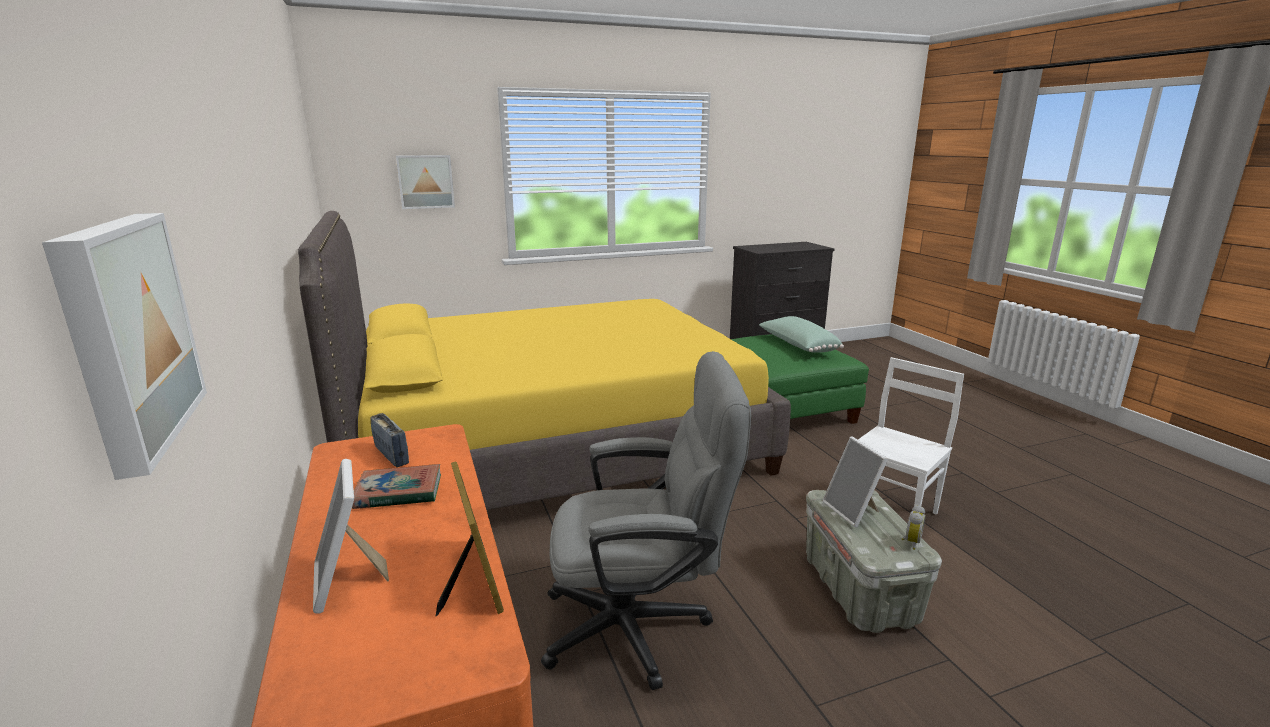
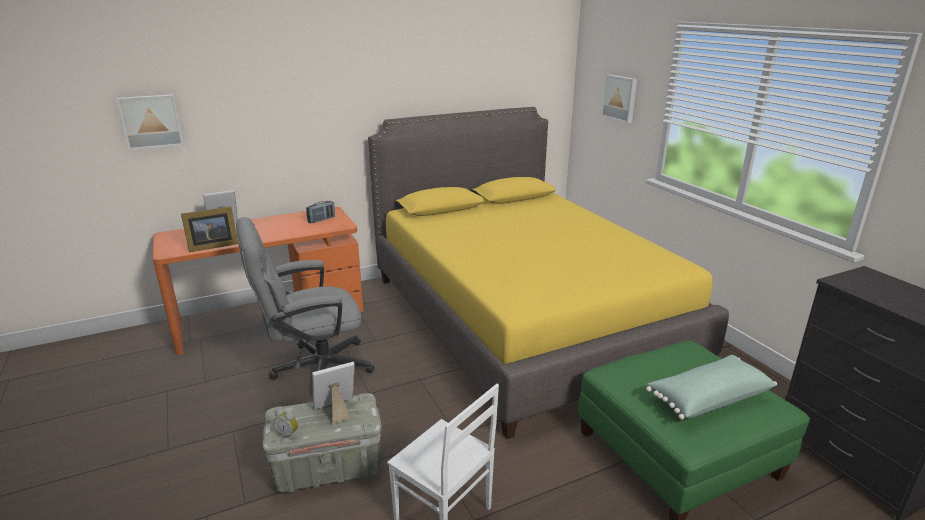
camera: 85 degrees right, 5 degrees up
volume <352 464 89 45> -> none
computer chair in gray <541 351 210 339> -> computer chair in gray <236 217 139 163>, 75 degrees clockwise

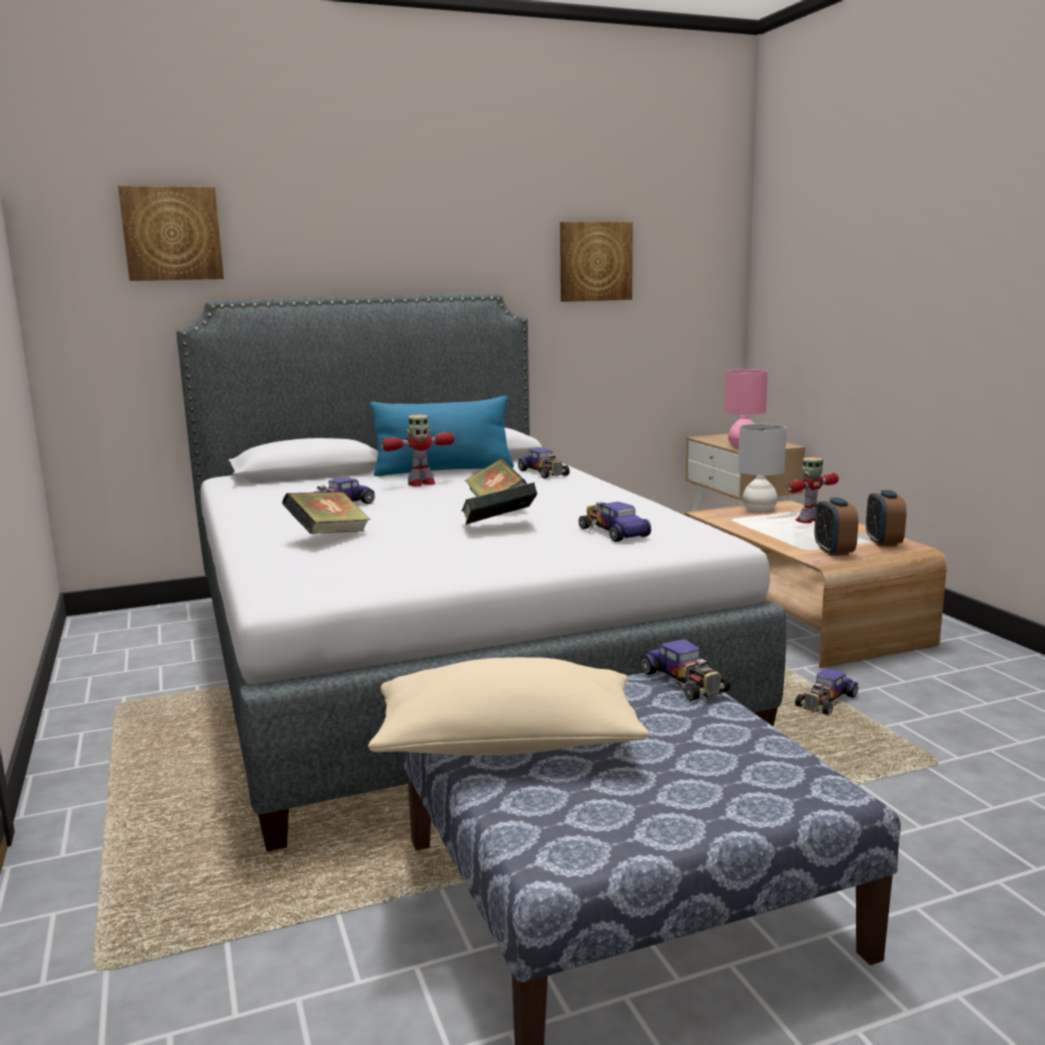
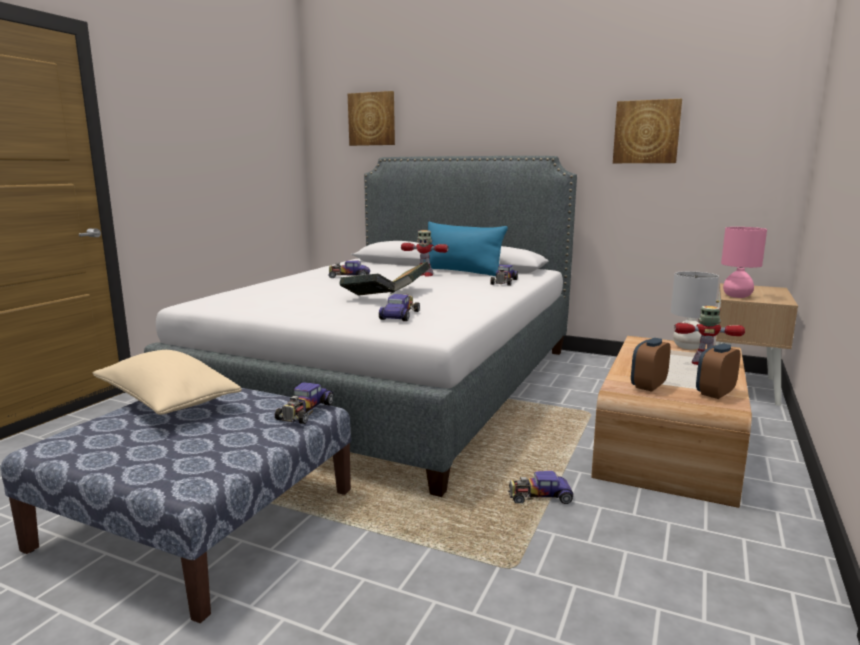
camera: 45 degrees right, 0 degrees up
volume <282 492 89 42> -> none

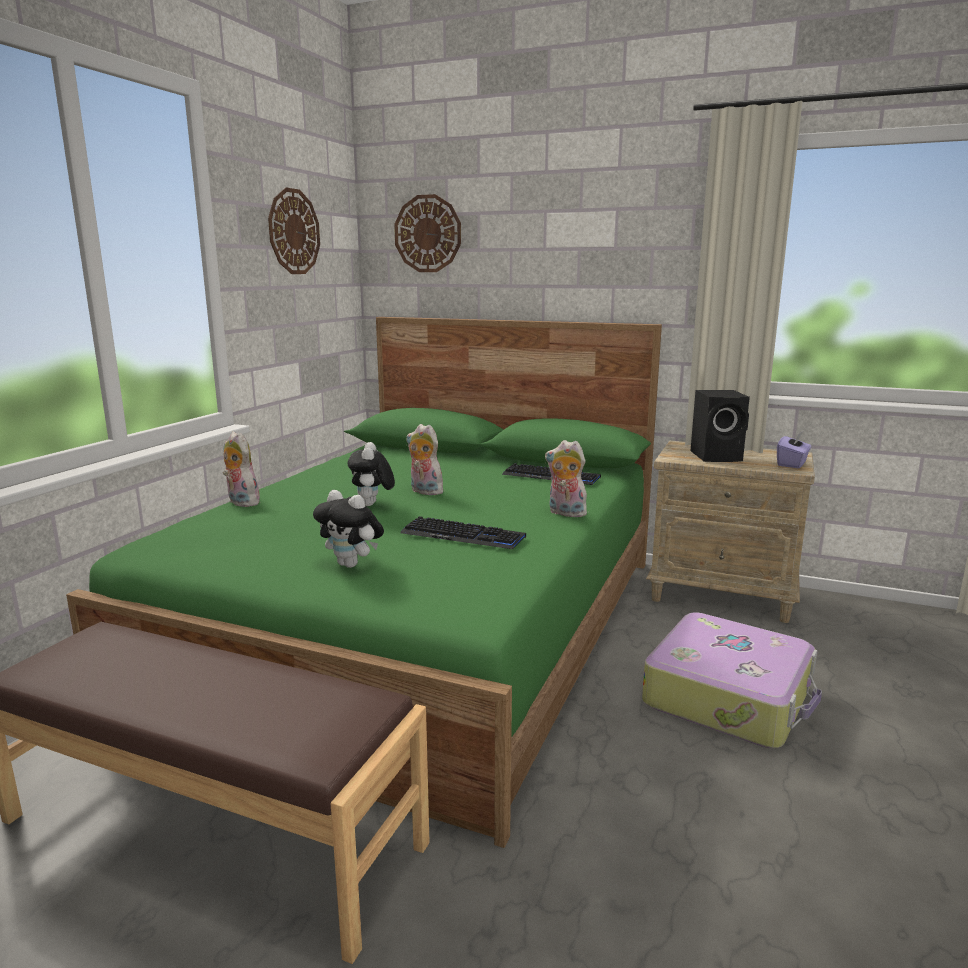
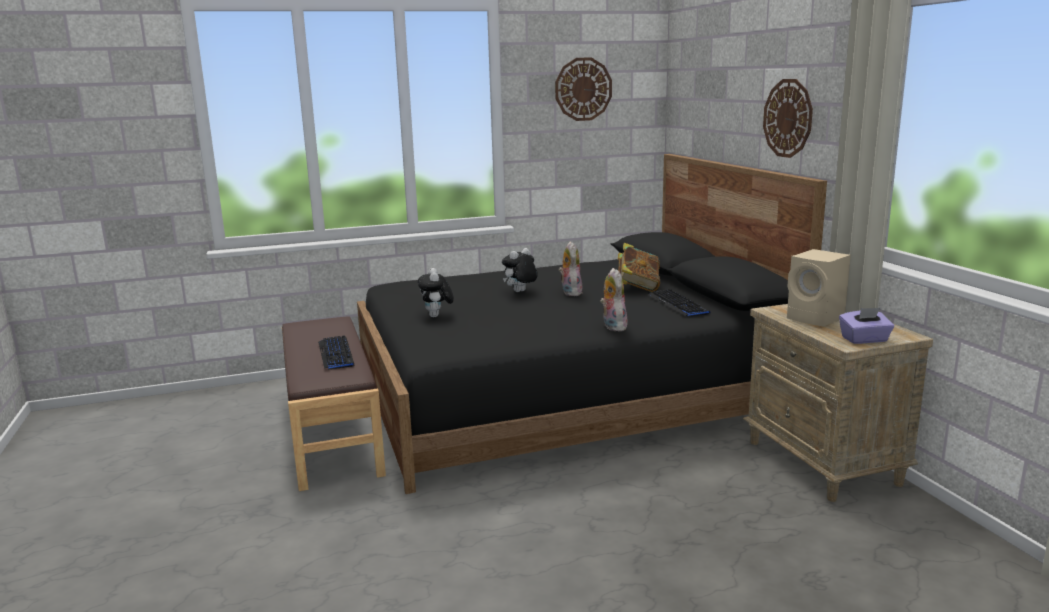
camera: 50 degrees right, 0 degrees up
plush toy <223 432 37 75> -> none
suitcase <642 612 180 136> -> none
none -> volume <618 243 42 49>
wall clock <394 194 67 78> -> wall clock <763 79 50 79>, relocated
keyboard <400 516 126 33> -> keyboard <318 335 37 35>, relocated
sleeping bed in green-coloured <66 317 596 531> -> sleeping bed in blackish <357 154 470 340>
audio speaker in blackish <690 390 60 72> -> audio speaker in sand-coloured <787 249 64 78>

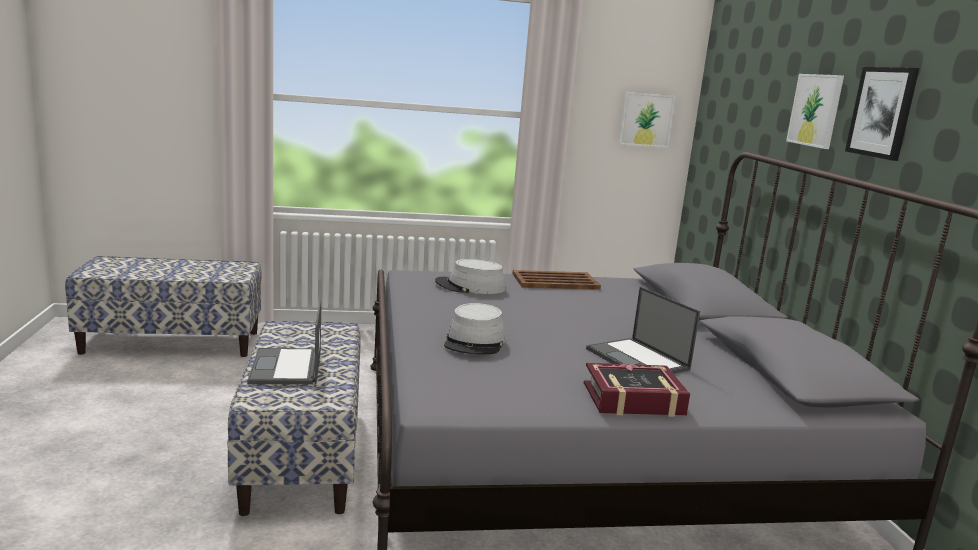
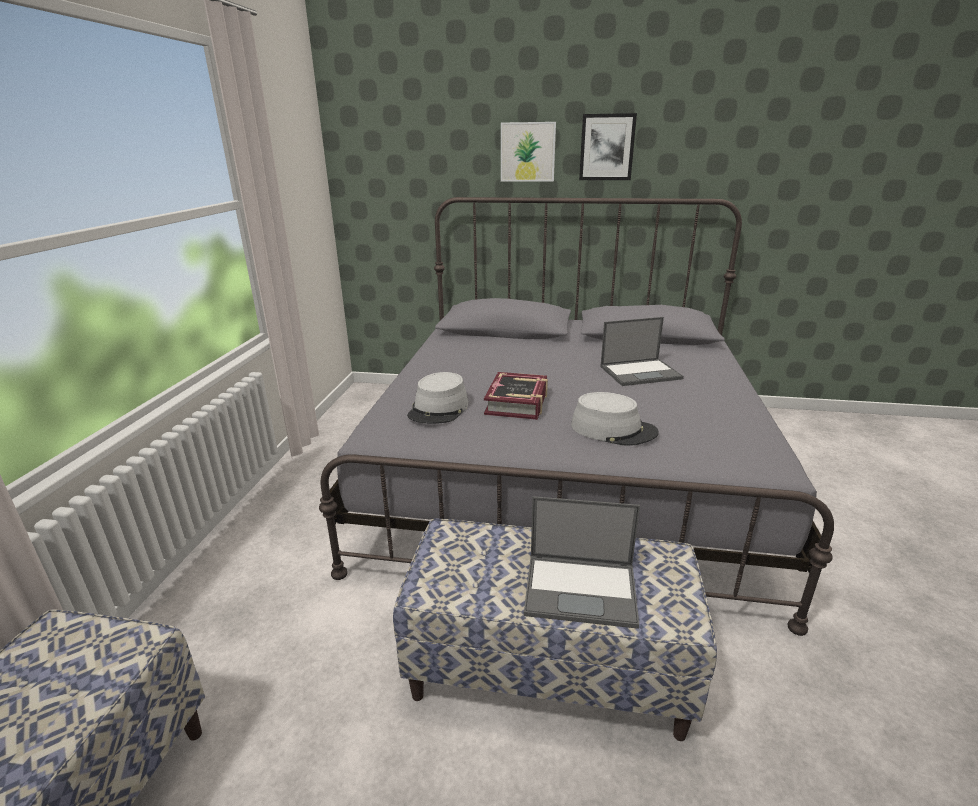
camera: 70 degrees left, 10 degrees up
serving tray in brown-coloured <512 270 89 20> -> none
picture <619 92 57 56> -> none
volume <584 363 106 54> -> volume <484 372 64 48>, relocated

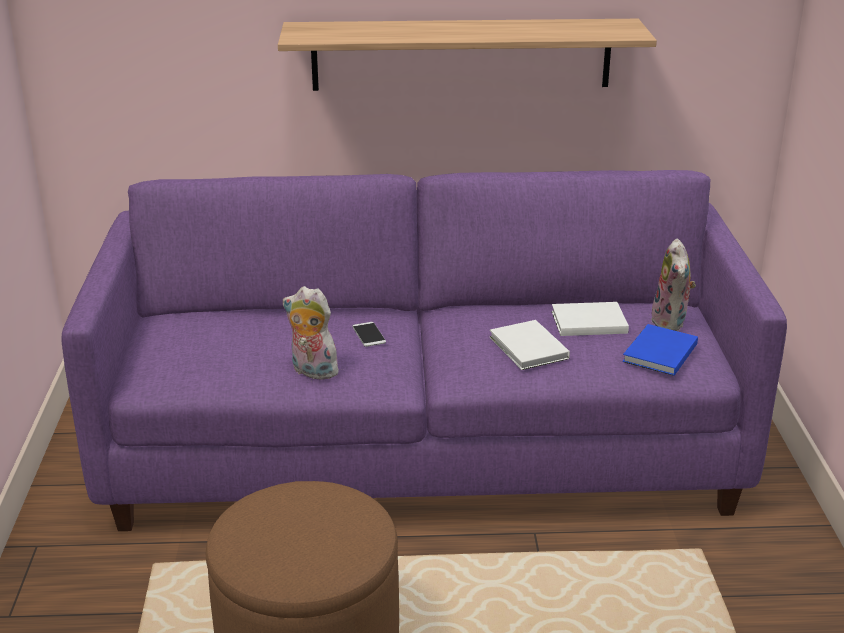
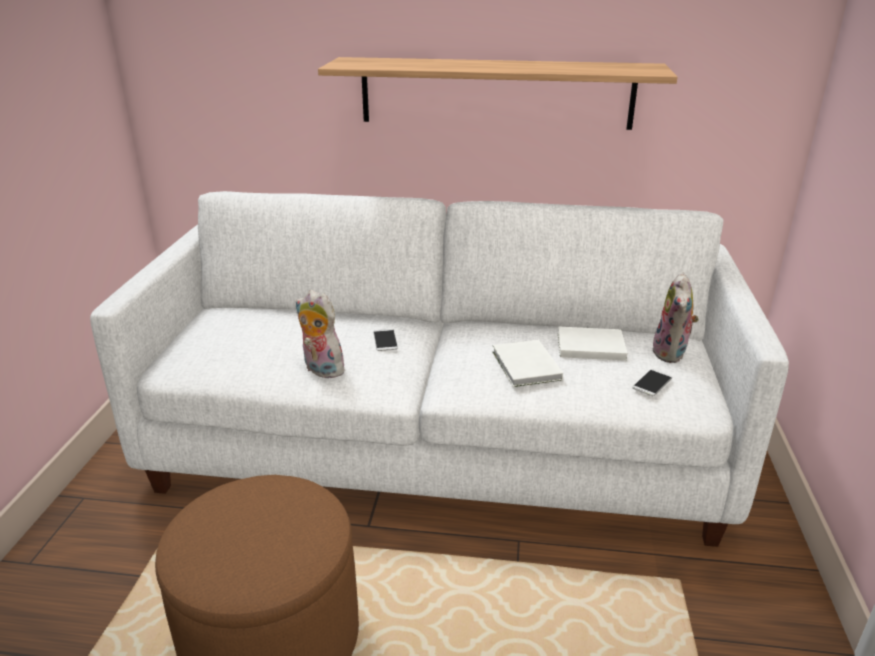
camera: 10 degrees right, 0 degrees up
volume in blue <622 324 76 52> -> handset <633 369 39 27>
settee in purplish <61 170 726 361> -> settee in whitish <90 191 699 356>

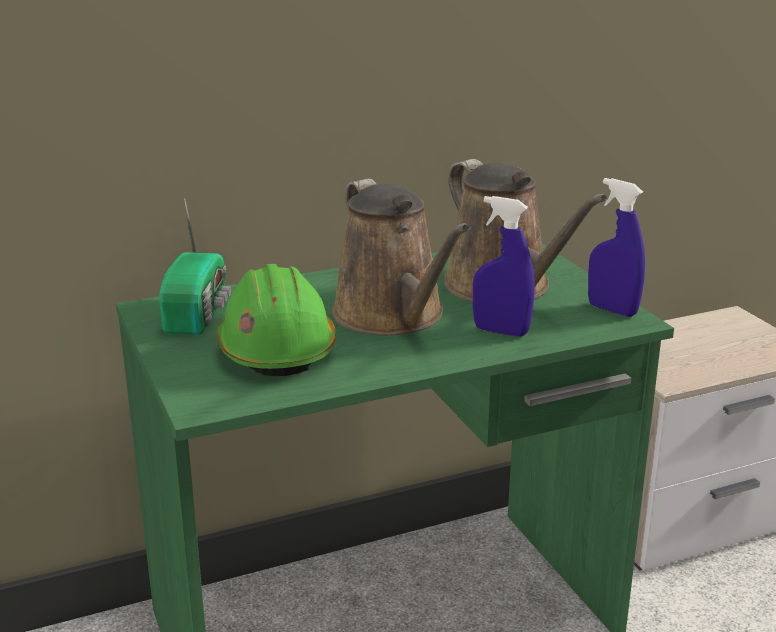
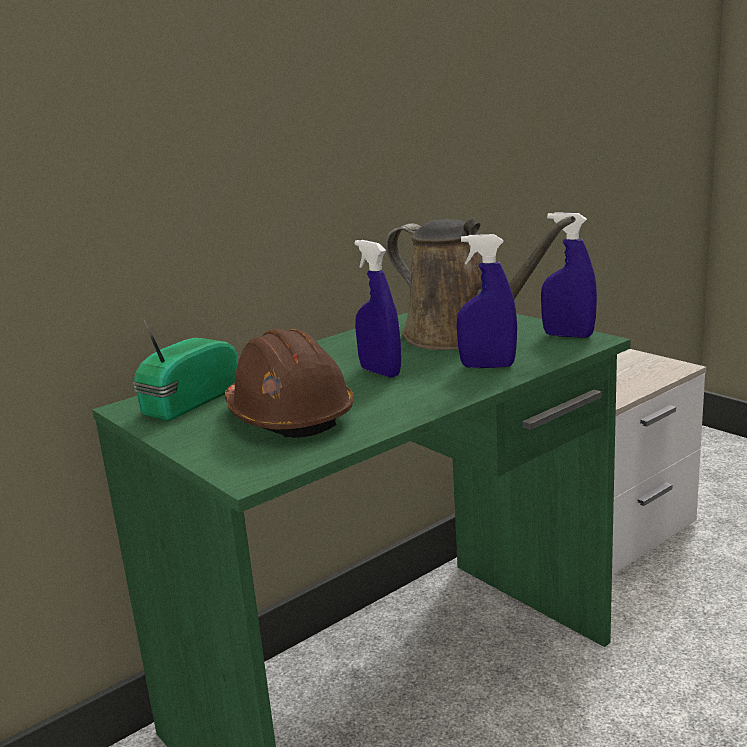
camera: 15 degrees left, 5 degrees down
watering can in brown-coloured <332 179 138 156> -> sprayer in blue <355 240 46 138>
work helmet in green-coloured <217 264 119 112> -> work helmet in brown-coloured <225 328 129 110>
radio <159 198 72 137> -> radio <133 320 105 100>, 135 degrees counterclockwise

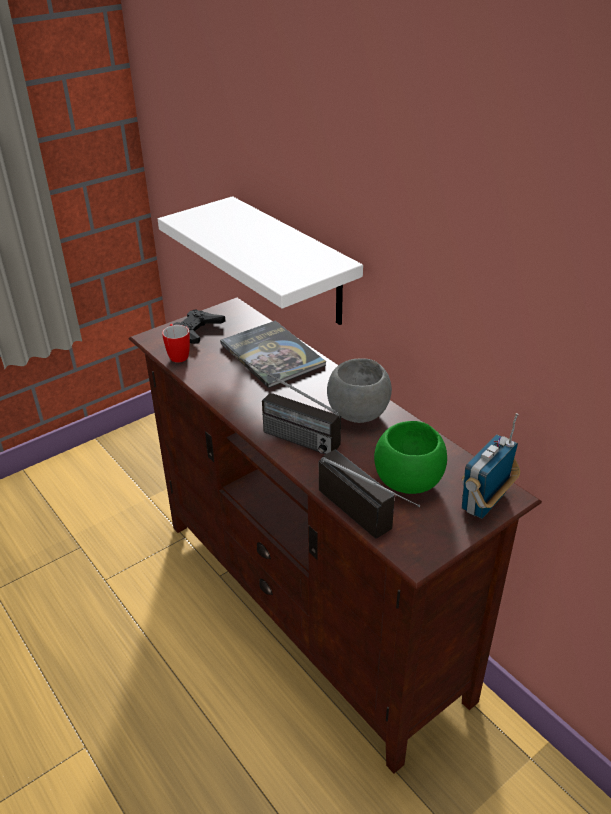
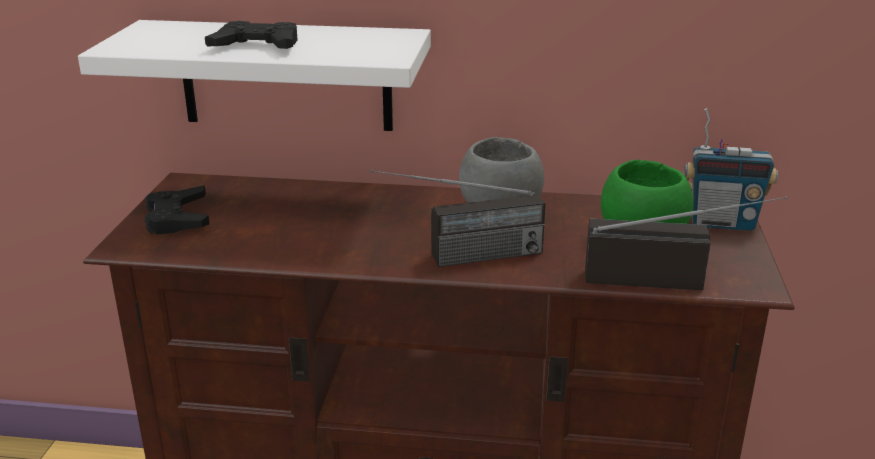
camera: 45 degrees left, 10 degrees down
tea mug <162 324 28 39> -> none
volume <220 320 106 68> -> none
none -> joypad in blackish <205 21 93 28>
radio <461 413 59 106> -> radio <684 108 94 123>, 75 degrees counterclockwise

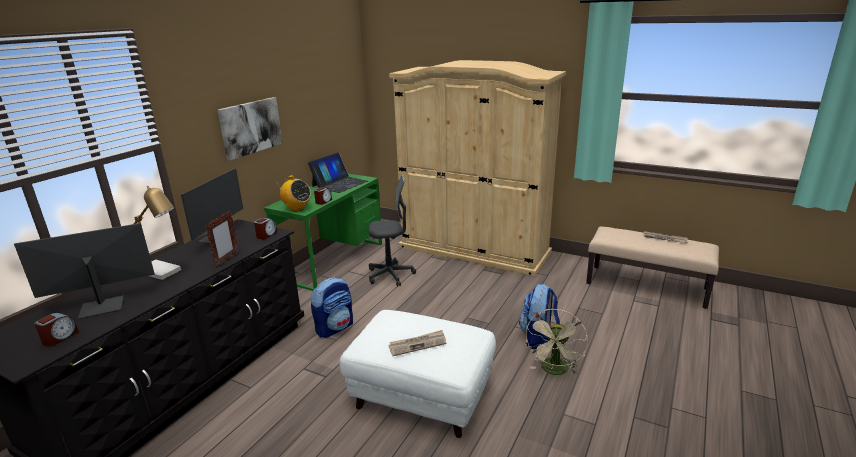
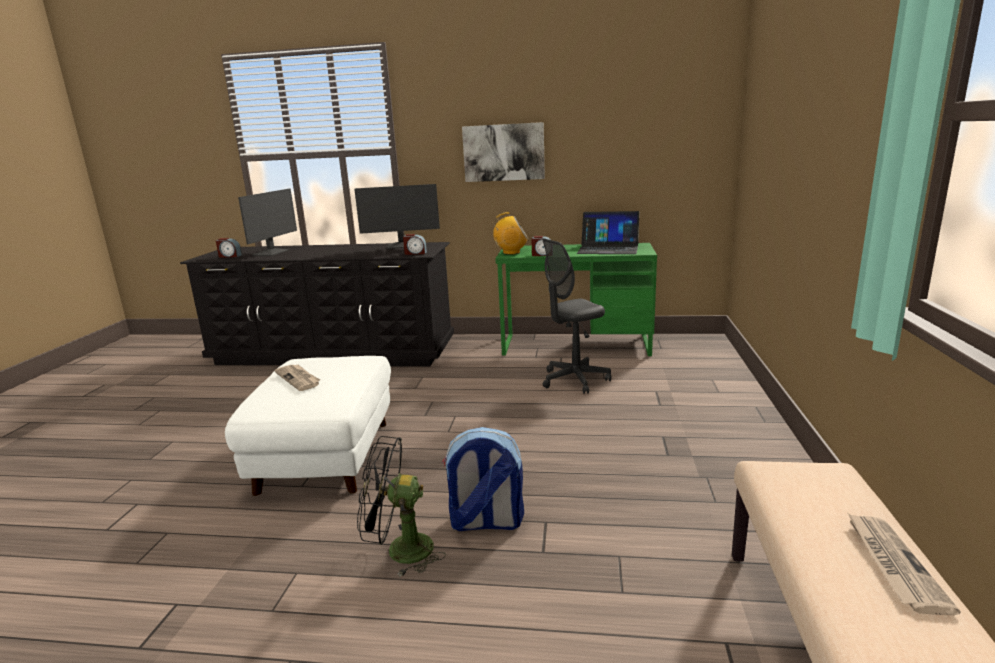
camera: 70 degrees right, 5 degrees down
table lamp <134 186 47 94> -> none
standing frame <205 210 34 58> -> none
knapsack <311 277 42 61> -> none
clothes cupboard in sand-coloured <389 60 177 216> -> none
cooling fan in sand-coloured <525 309 63 66> -> cooling fan in blackish <357 436 89 141>
computer display <14 223 141 96> -> computer display <238 189 59 67>, 60 degrees clockwise
radio <277 175 34 37> -> radio <493 212 35 43>, 105 degrees counterclockwise
computer chair in gray <369 175 47 112> -> computer chair in gray <542 238 69 156>, 90 degrees clockwise

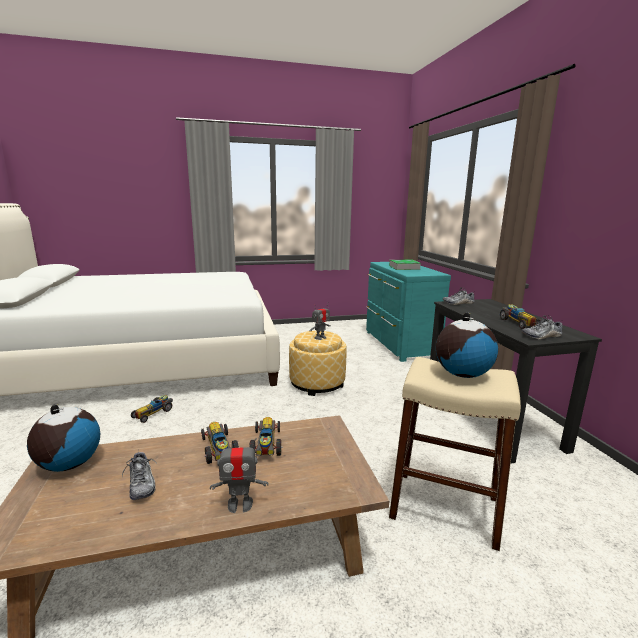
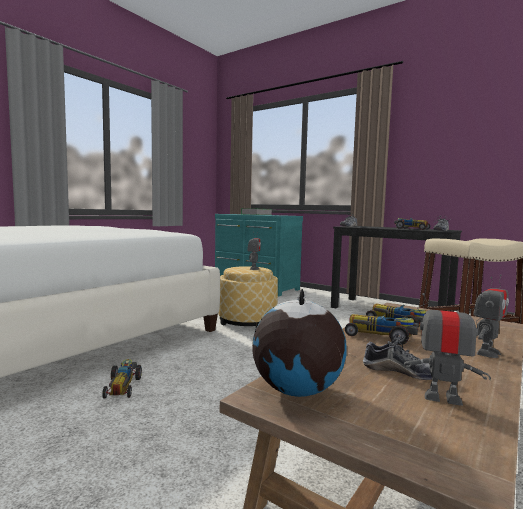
camera: 40 degrees left, 10 degrees down
world globe <436 312 62 66> -> none
none -> model robot <403 293 88 113>

